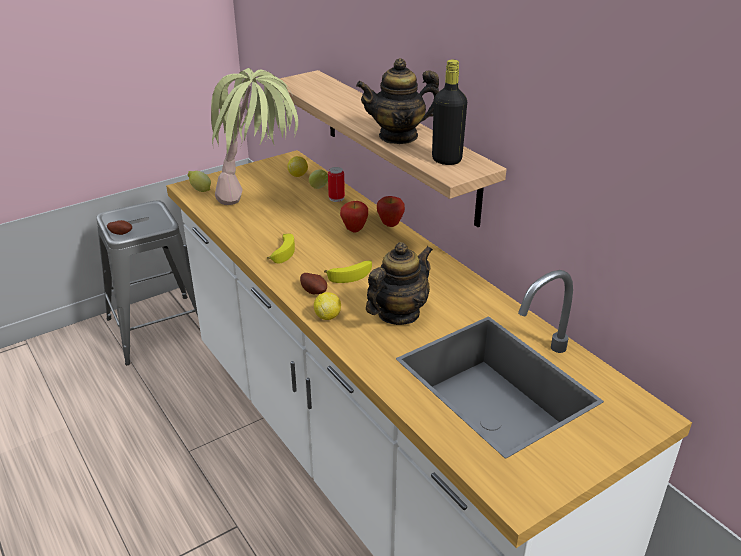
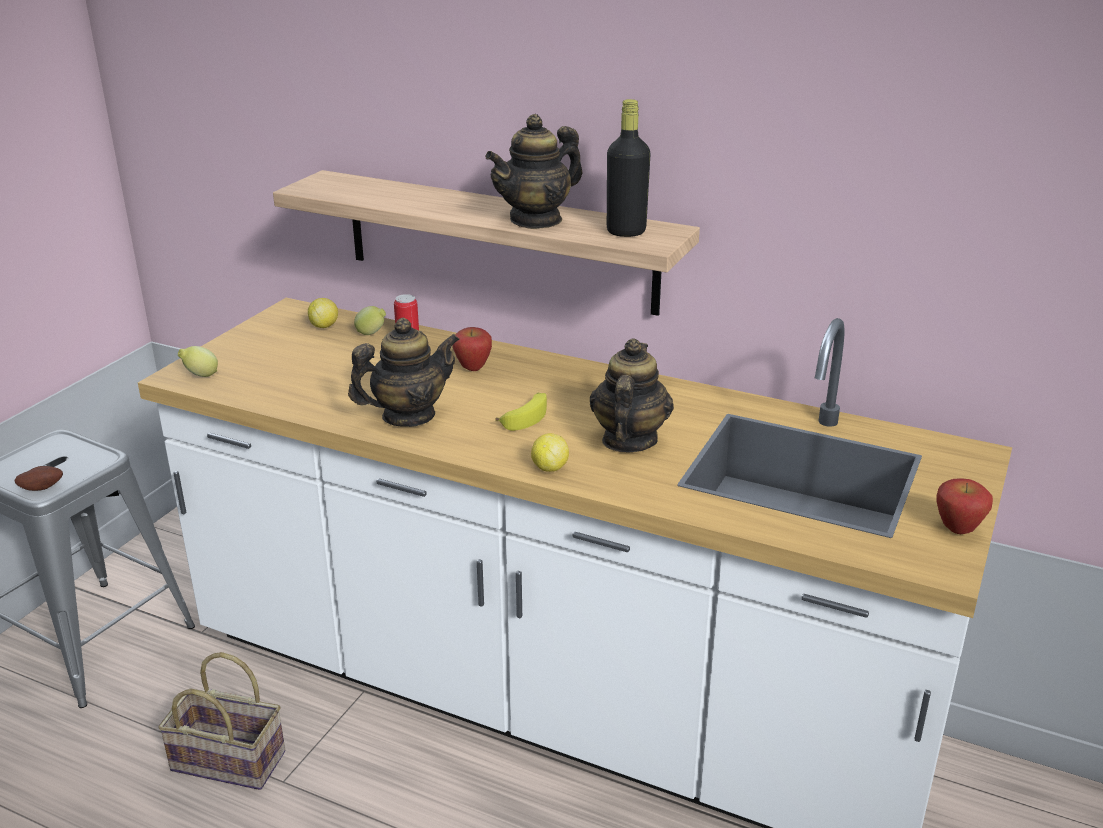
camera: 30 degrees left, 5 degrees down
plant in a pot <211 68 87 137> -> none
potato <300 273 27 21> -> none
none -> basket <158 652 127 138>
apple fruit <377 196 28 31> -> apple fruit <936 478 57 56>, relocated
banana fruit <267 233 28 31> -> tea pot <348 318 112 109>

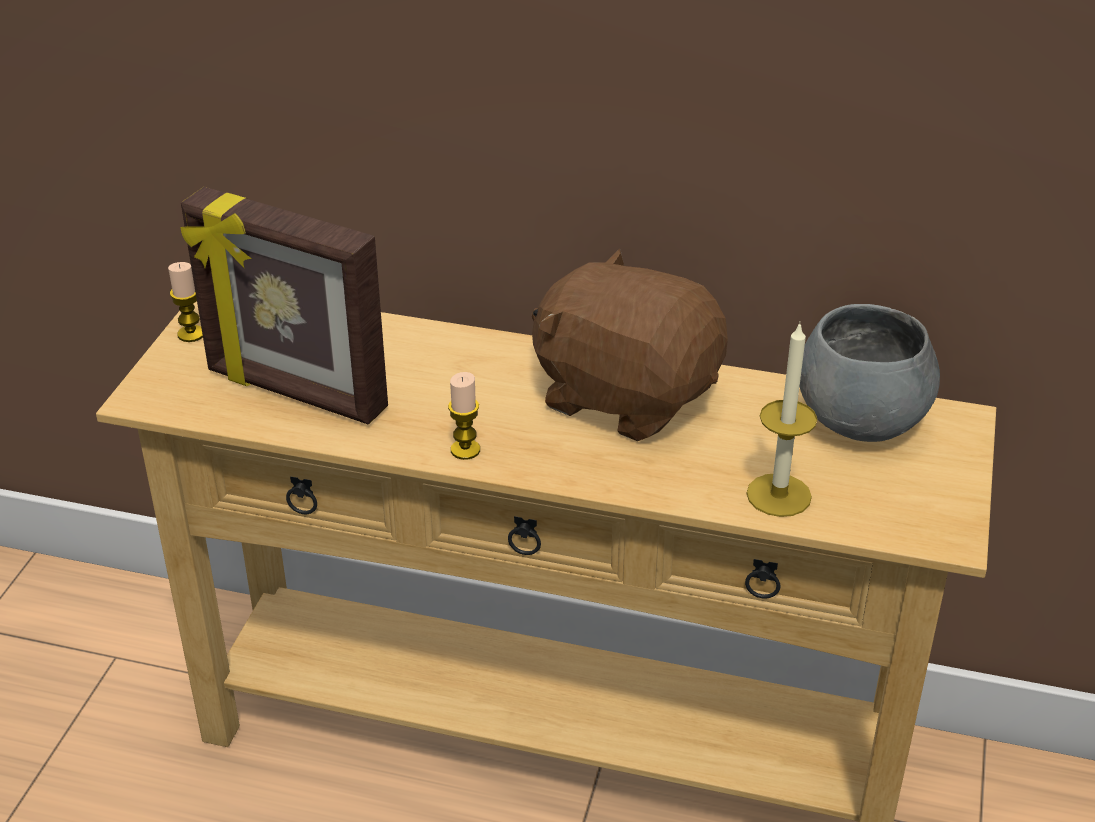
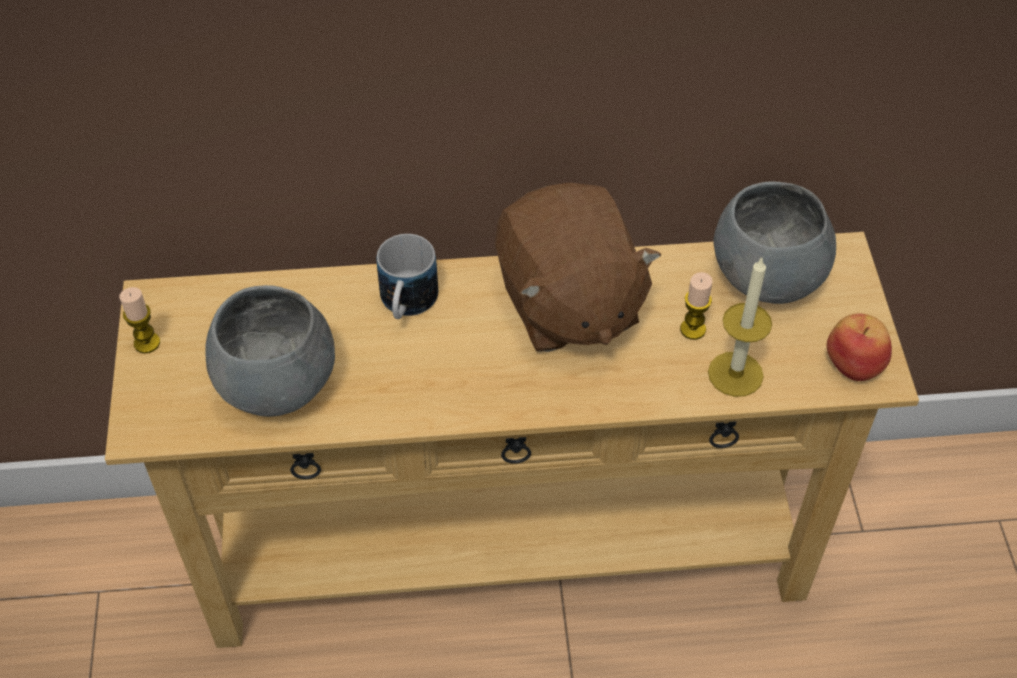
camera: 20 degrees left, 15 degrees up
none -> tea mug <376 234 62 85>
none -> apple fruit <827 314 65 67>
candle <448 372 32 88> -> candle <680 272 32 68>, relocated
standing frame <180 187 208 237> -> deep dish in gray <205 285 130 132>
plush toy in brown-coloured <532 248 196 193> -> plush toy in brown-coloured <495 183 166 169>, 120 degrees counterclockwise

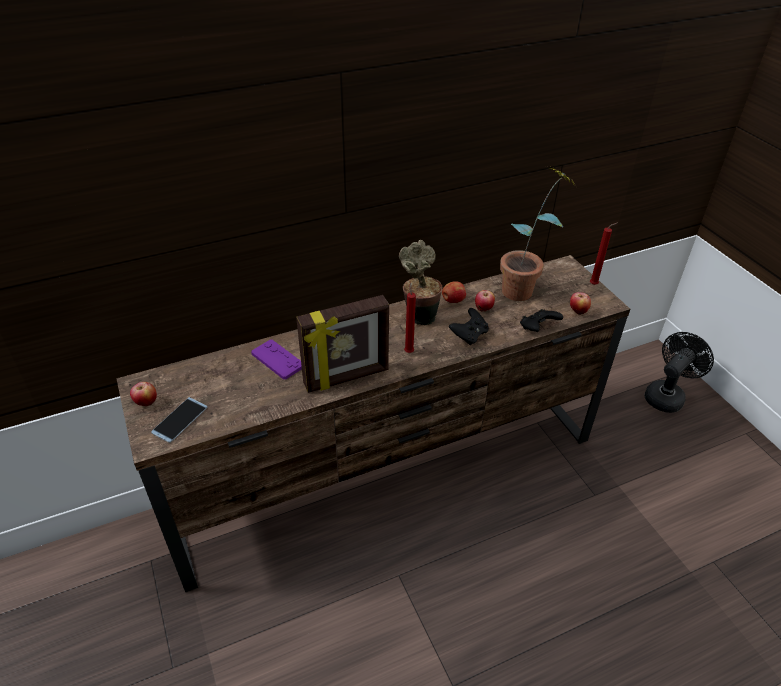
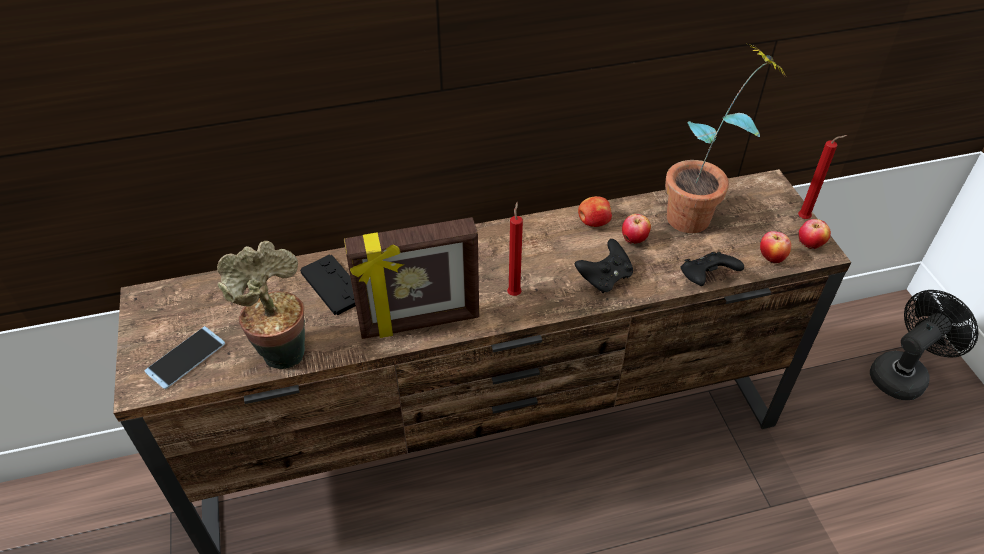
camera: 10 degrees right, 5 degrees up
apple fruit <130 382 27 24> -> apple fruit <798 219 33 30>, relocated
plant in a pot <399 240 44 85> -> plant in a pot <217 241 88 129>, relocated
joypad in purplish <251 340 51 40> -> joypad in blackish <300 254 56 62>

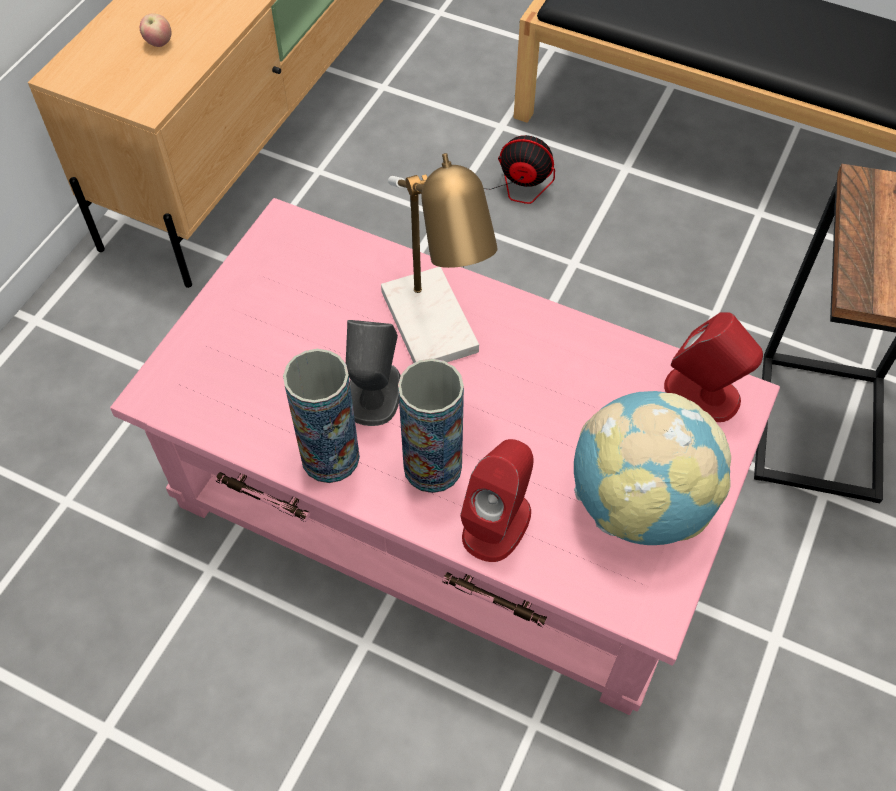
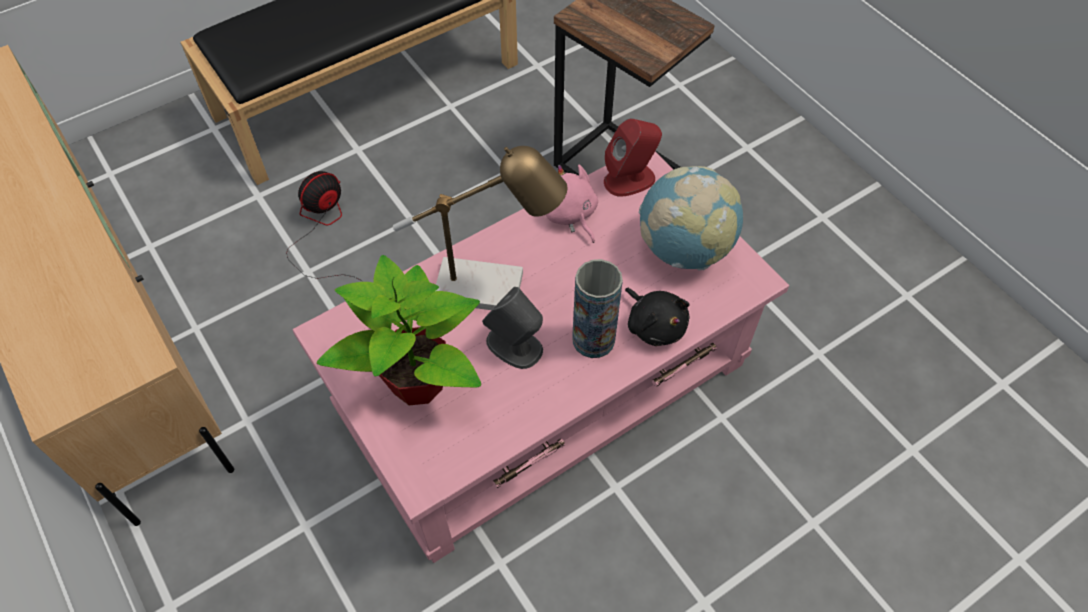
camera: 60 degrees left, 0 degrees up
apple fruit <140 13 31 34> -> none
decorative vase <283 349 77 134> -> none
none -> plant in a pot <317 255 164 150>
none -> plush toy in pinkish <546 165 52 78>
audio speaker in red-coloured <460 439 74 123> -> plush toy in blackish <625 288 65 58>

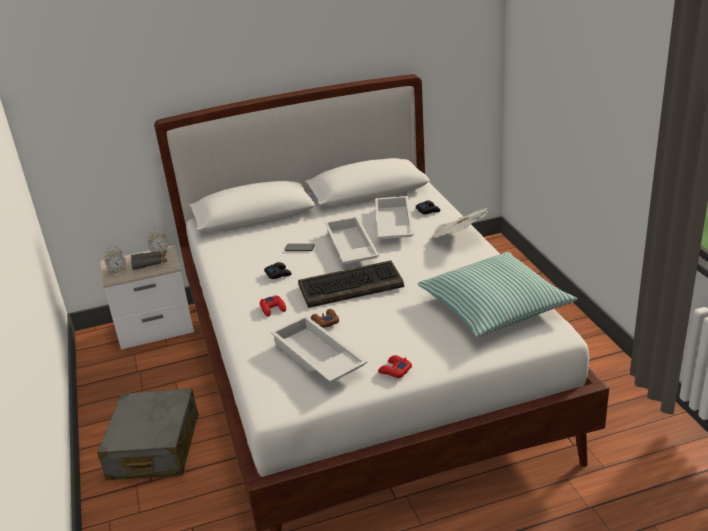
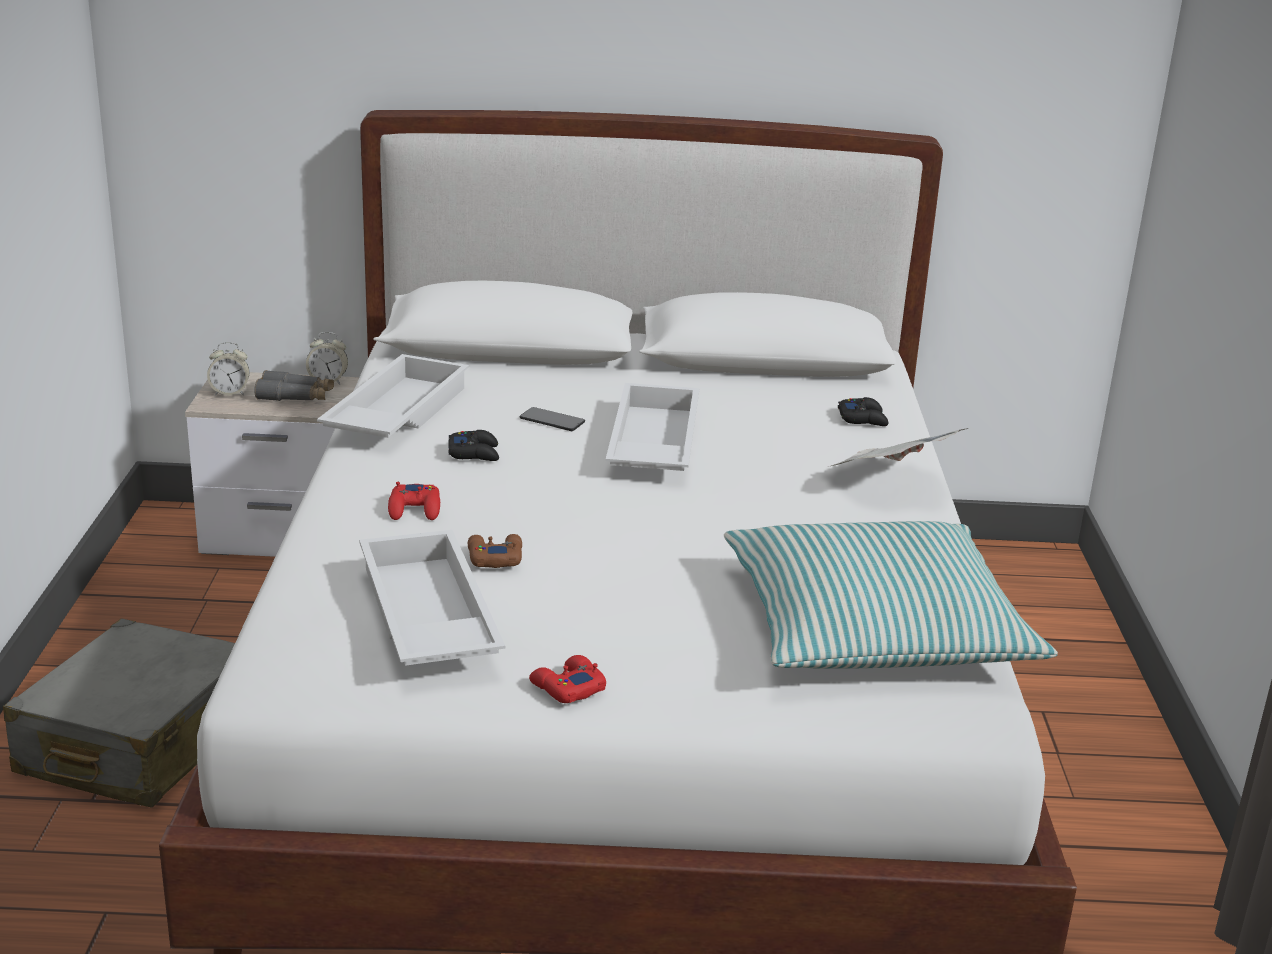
camera: 15 degrees right, 5 degrees down
keyboard <298 260 106 48> -> none
serving tray in whitish <375 196 39 43> -> serving tray in whitish <317 354 152 84>, relocated

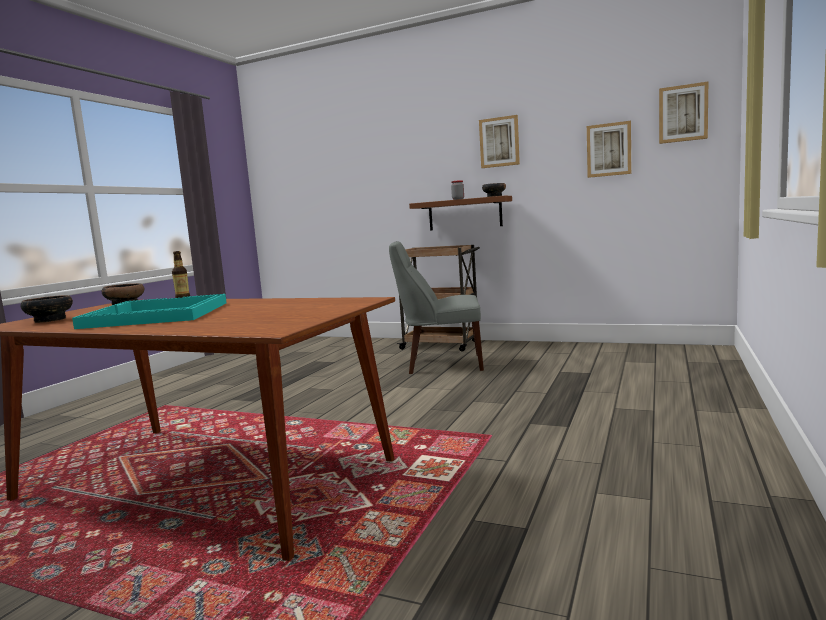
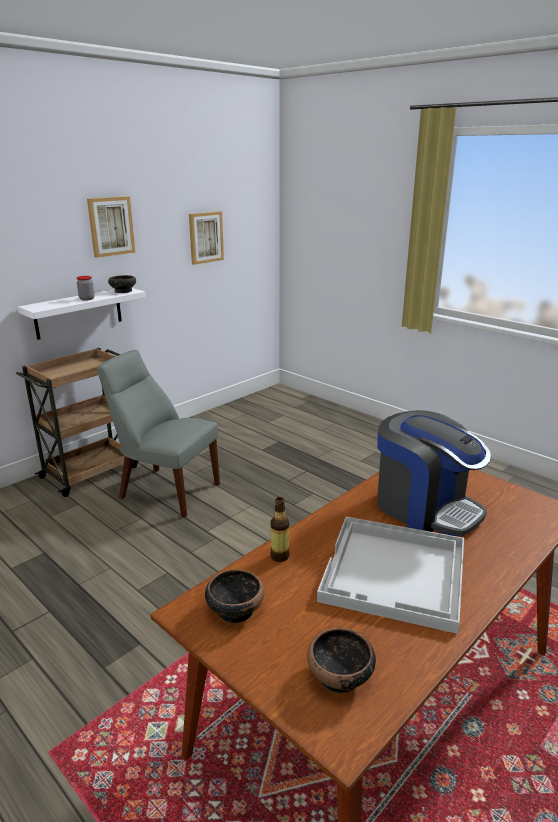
camera: 70 degrees left, 15 degrees up
picture <659 82 49 62> -> none
none -> coffee brewer <377 410 114 126>
serving tray in blue-green <72 294 155 35> -> serving tray in whitish <317 517 147 117>
shelf in brown-coloured <409 196 103 35> -> shelf in whitish <18 288 128 52>
upright chair in gray <389 241 95 133> -> upright chair in gray <97 350 123 168>, 90 degrees clockwise

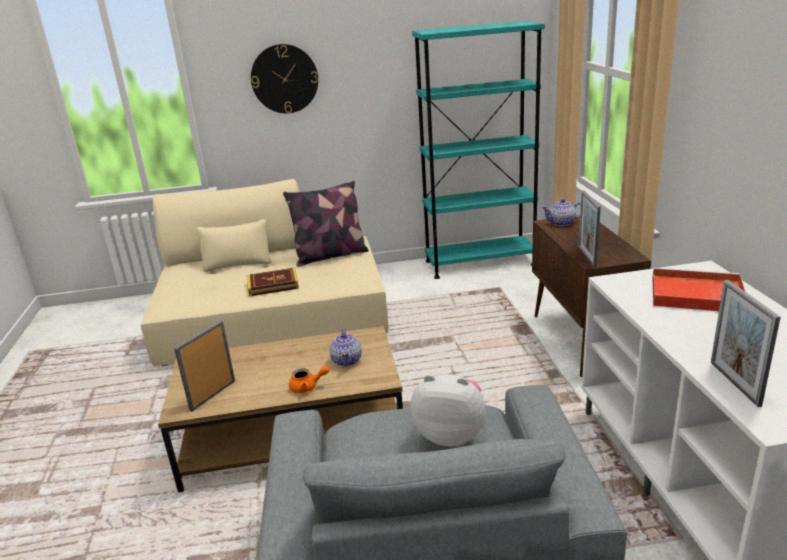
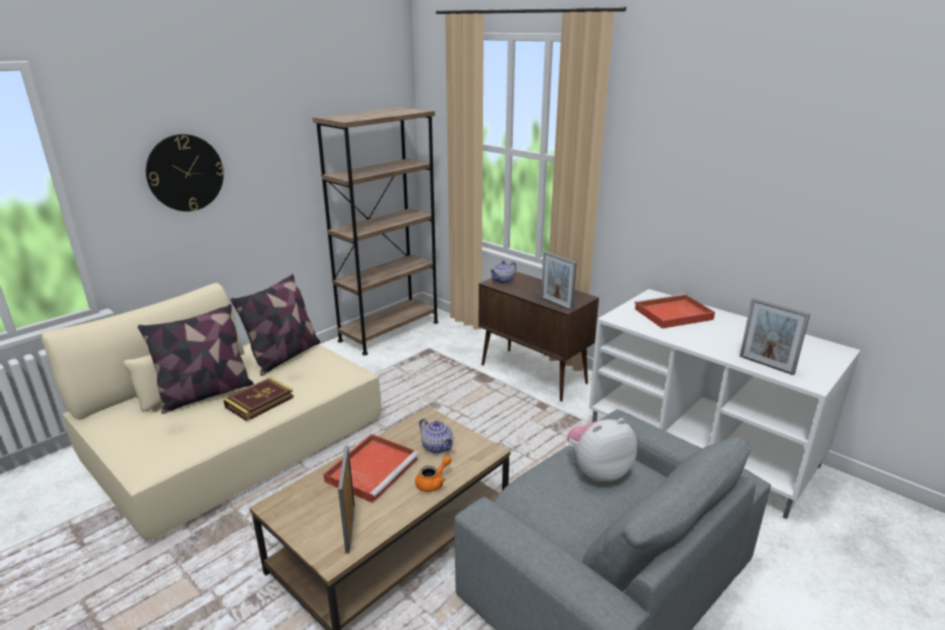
camera: 40 degrees left, 0 degrees up
none -> cushion <138 304 116 110>
none -> serving tray in red-coloured <323 434 96 69>
bookshelf in blue-green <412 21 133 258> -> bookshelf in brown-coloured <313 107 125 248>

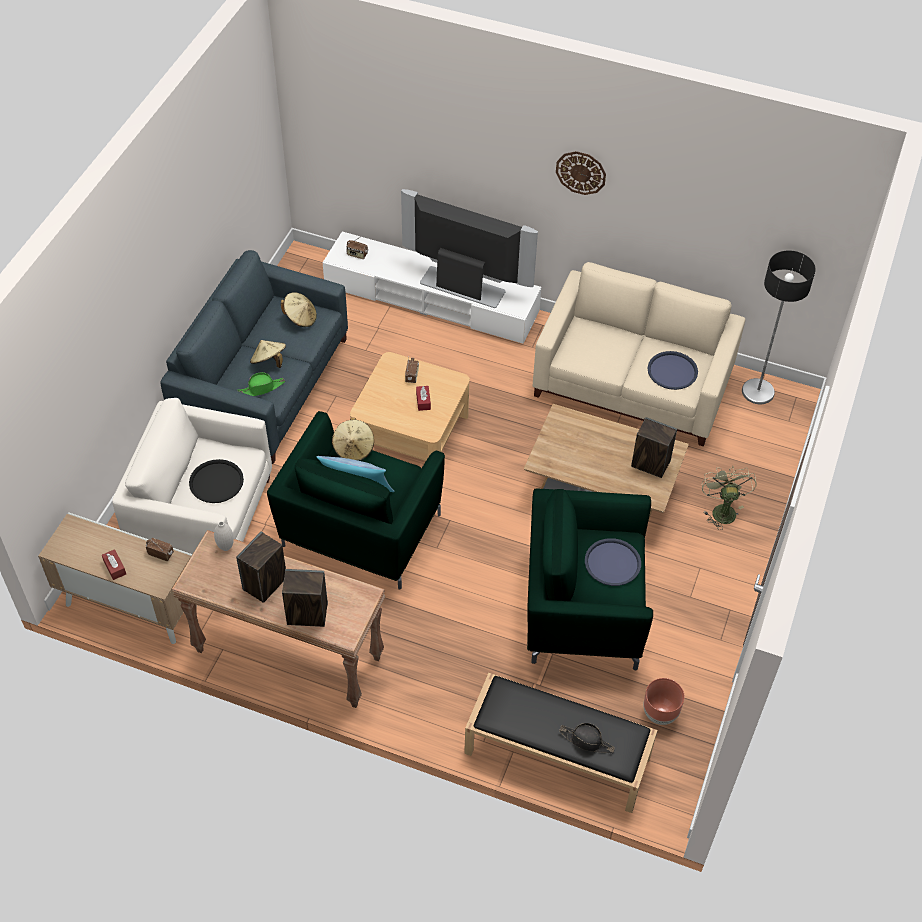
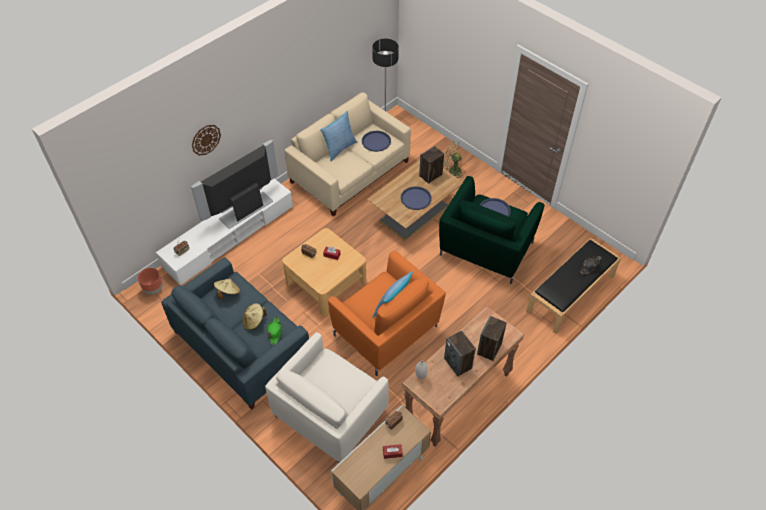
camera: 65 degrees left, 0 degrees up
serving tray in blackish <189 459 55 44> -> none
clothing hat in sand-coloured <332 418 42 43> -> none
none -> cushion <320 111 37 50>
none -> serving tray in blue <401 186 31 24>
wall clock <556 151 50 44> -> wall clock <192 125 29 30>, relocated
planter in brown-coloured <643 678 41 47> -> planter in brown-coloured <138 268 25 26>, relocated
armchair in green-coloured <267 411 178 179> -> armchair in orange-coloured <328 250 118 126>

